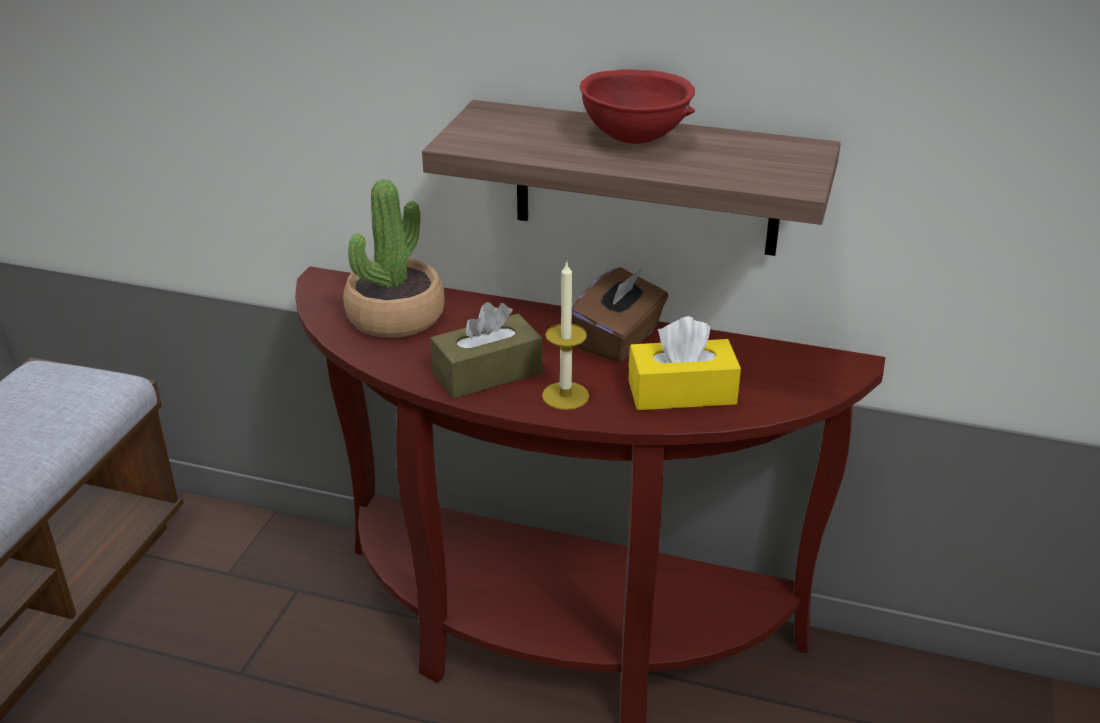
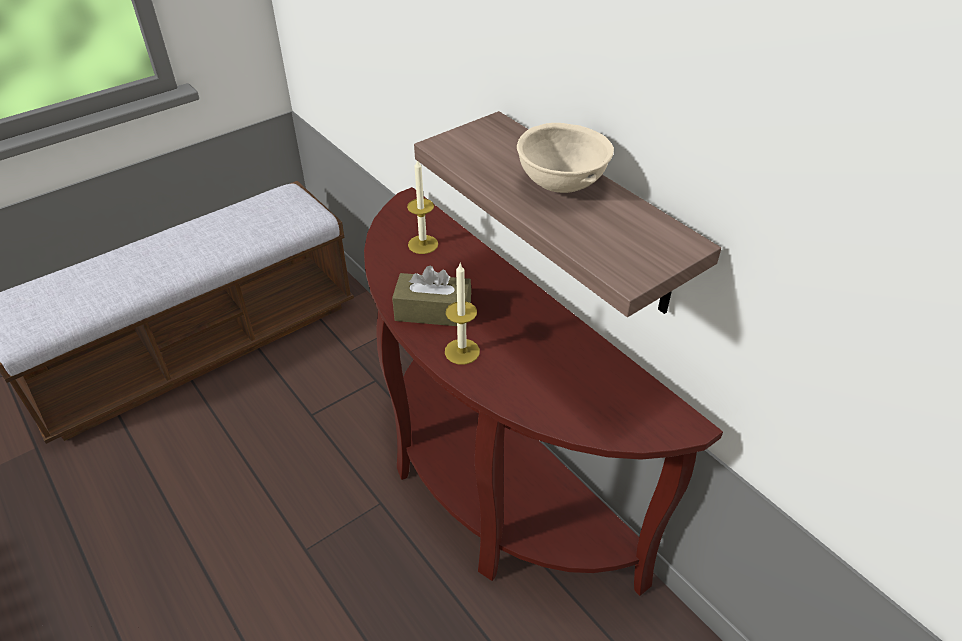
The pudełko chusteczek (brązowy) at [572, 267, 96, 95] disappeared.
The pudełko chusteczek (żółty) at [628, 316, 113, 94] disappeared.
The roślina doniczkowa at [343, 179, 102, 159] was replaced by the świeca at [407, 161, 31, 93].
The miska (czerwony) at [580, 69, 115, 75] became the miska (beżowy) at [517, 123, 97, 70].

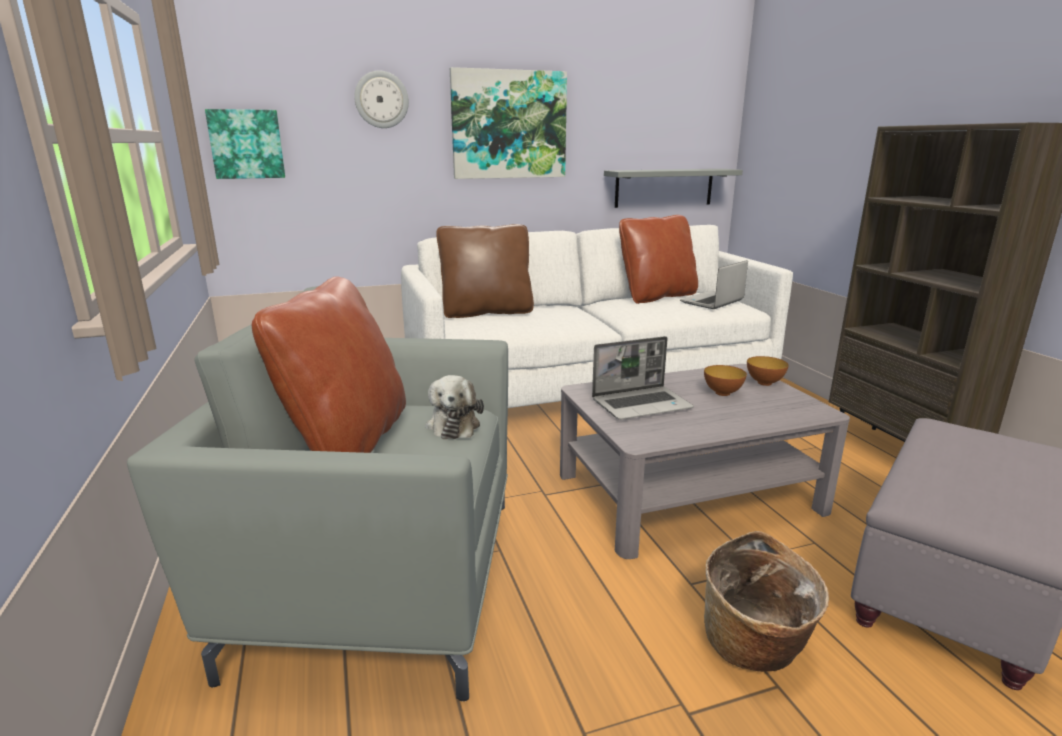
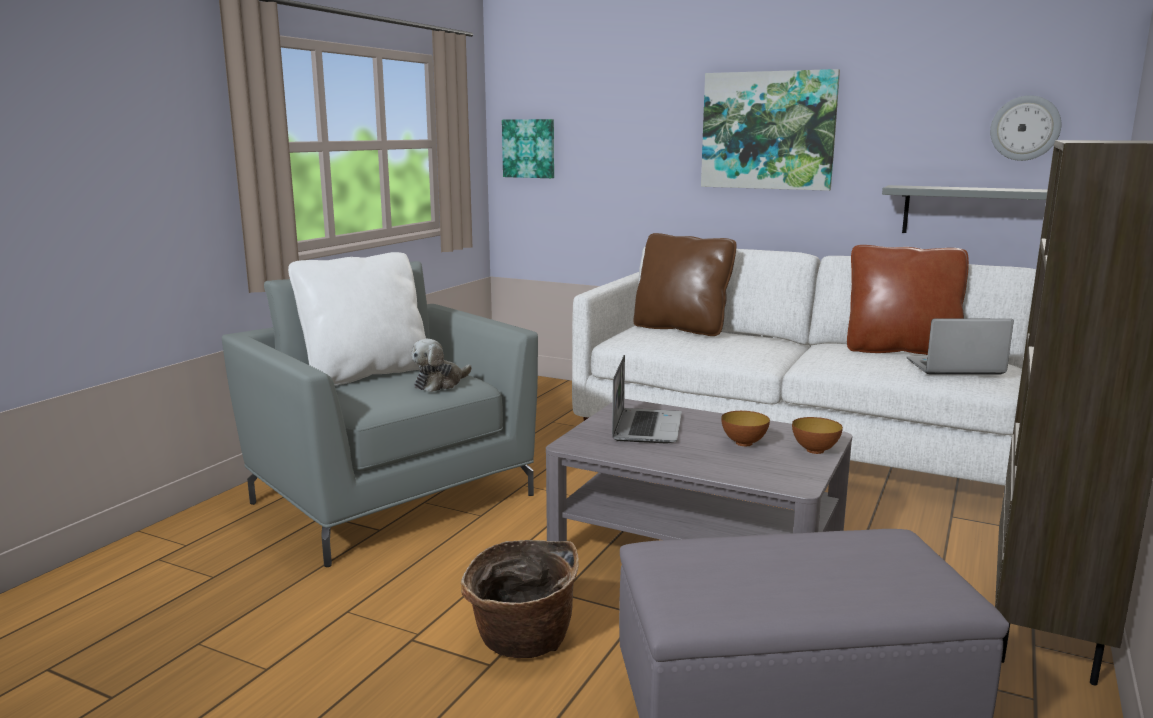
The zegar ścienny moved from [354, 70, 55, 58] to [990, 95, 71, 66].
The poduszka (brązowy) at [252, 277, 154, 176] became the poduszka (biały) at [288, 252, 138, 134].
The laptop at [592, 336, 102, 84] turned 105 degrees counterclockwise.

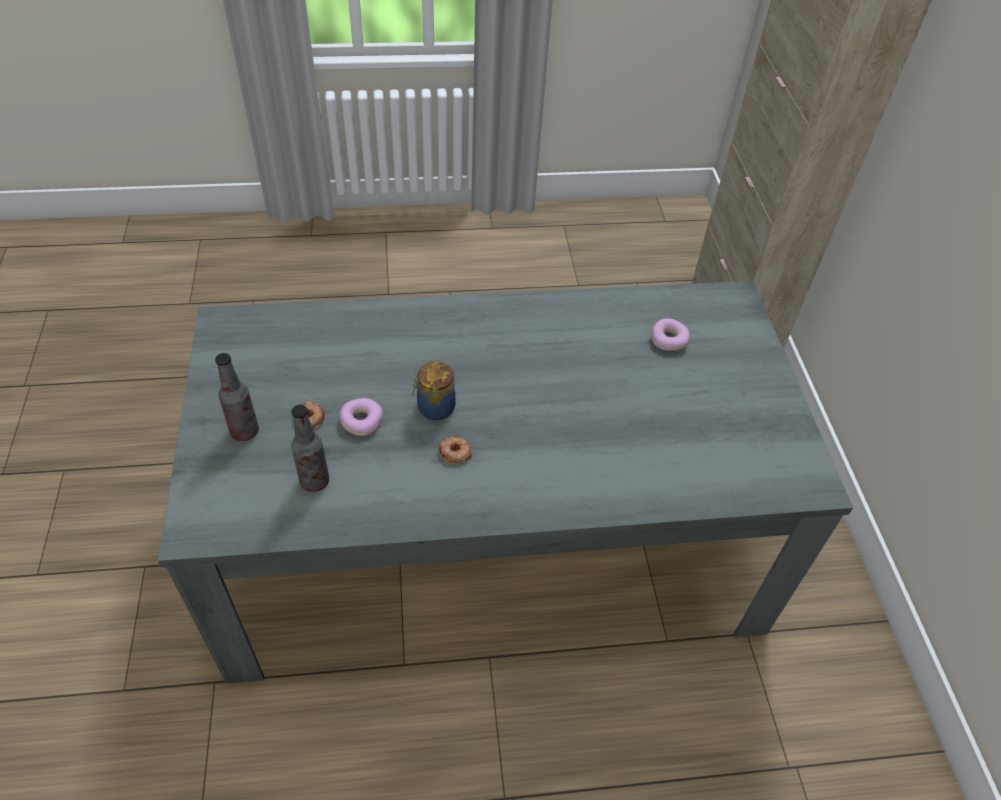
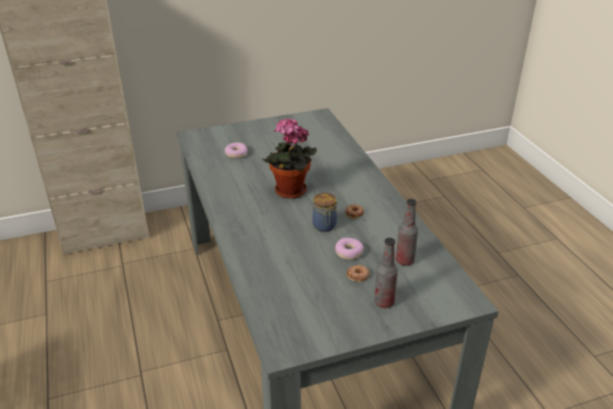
The roślina doniczkowa at [263, 118, 54, 81] appeared.

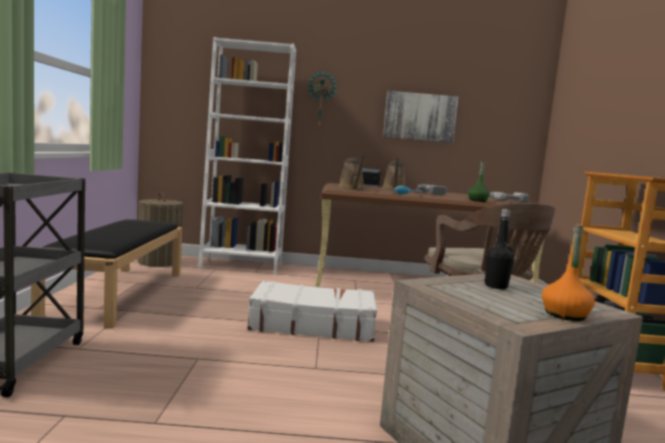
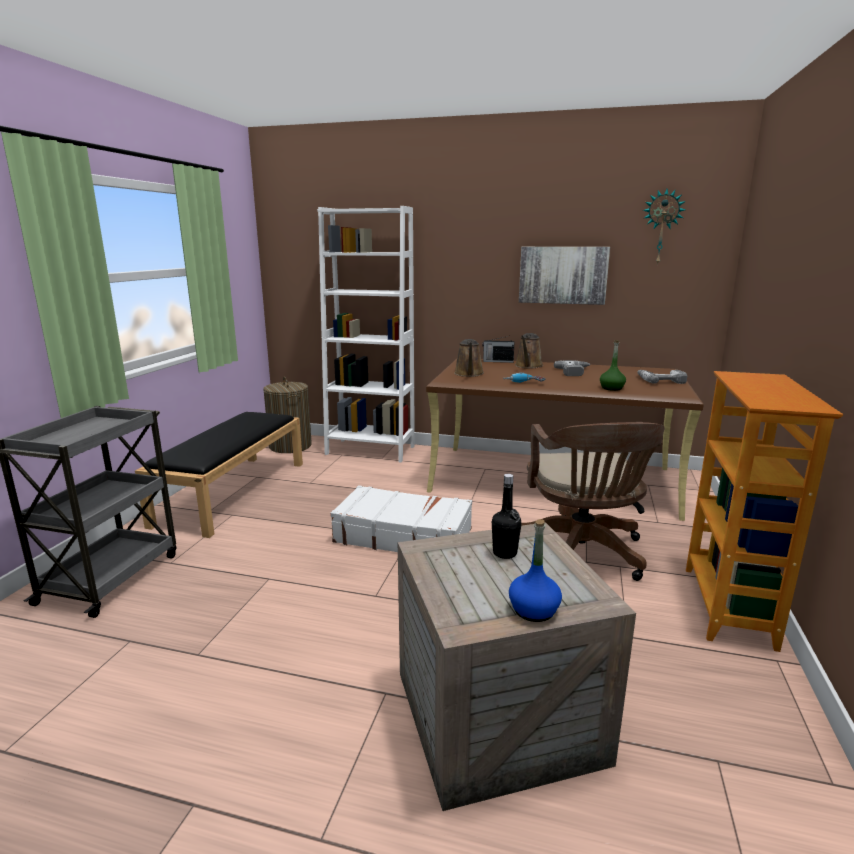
The zegar ścienny moved from [307, 70, 30, 57] to [643, 189, 43, 76].
The butelka (pomarańczowy) at [542, 224, 53, 97] became the butelka (niebieski) at [509, 519, 53, 103].

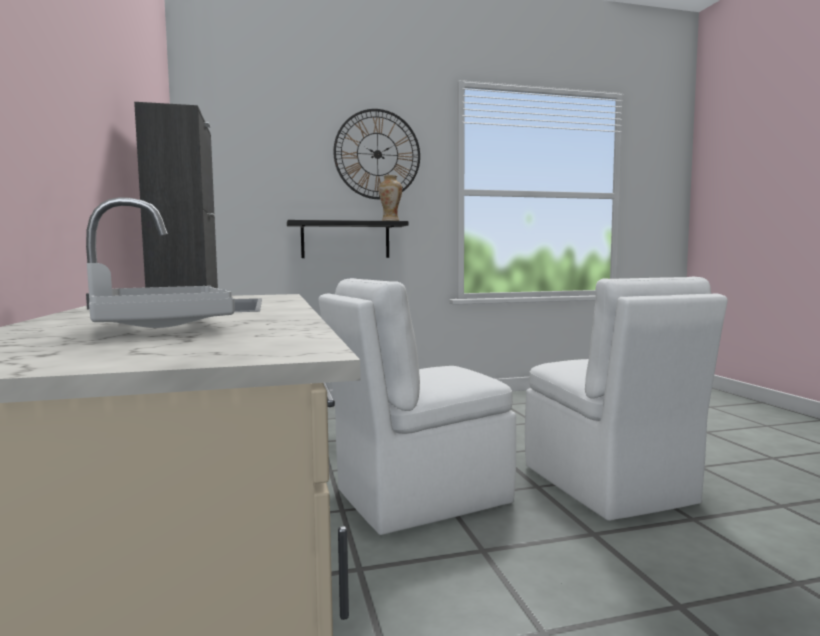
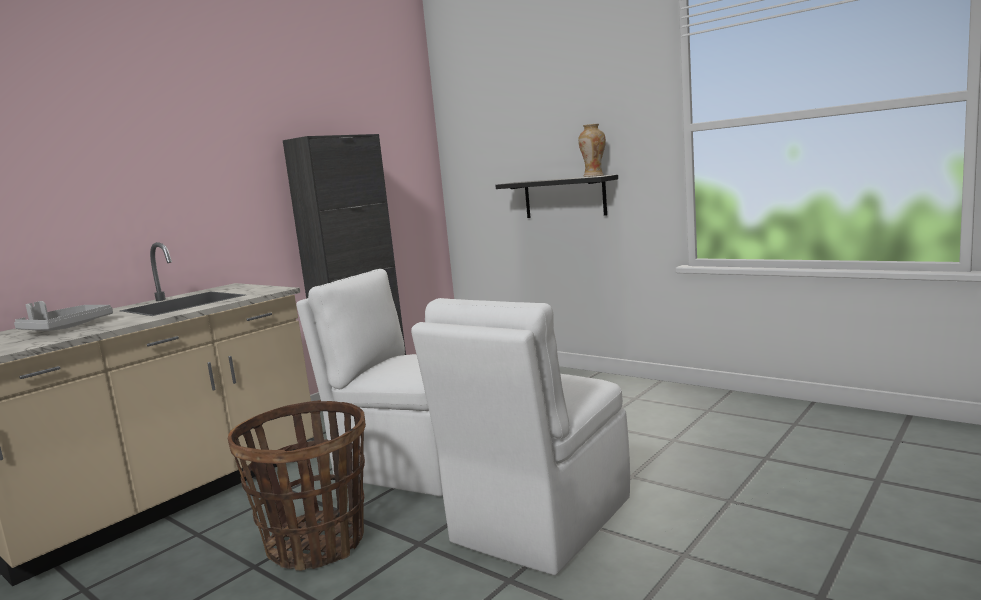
The zegar ścienny at [333, 109, 87, 90] disappeared.
The koszyk at [228, 400, 138, 171] appeared.

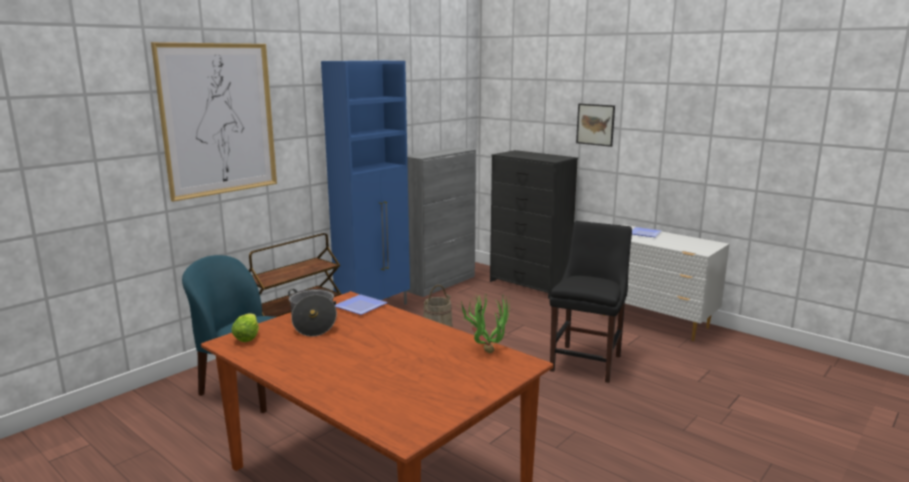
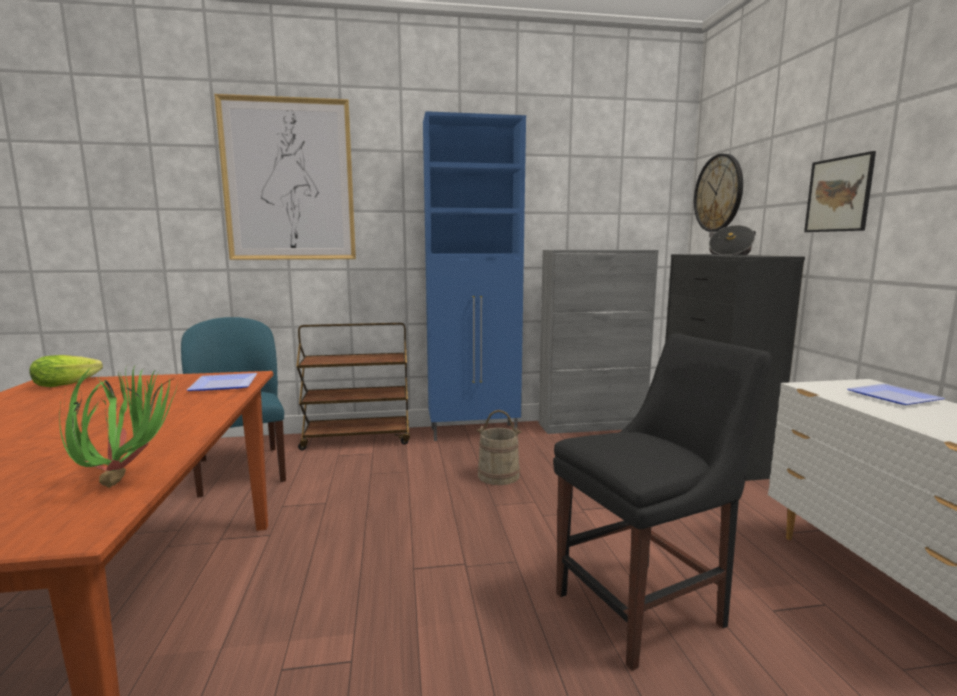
The zegar ścienny at [694, 154, 49, 78] appeared.
The garnek moved from [288, 289, 49, 48] to [709, 225, 47, 30].

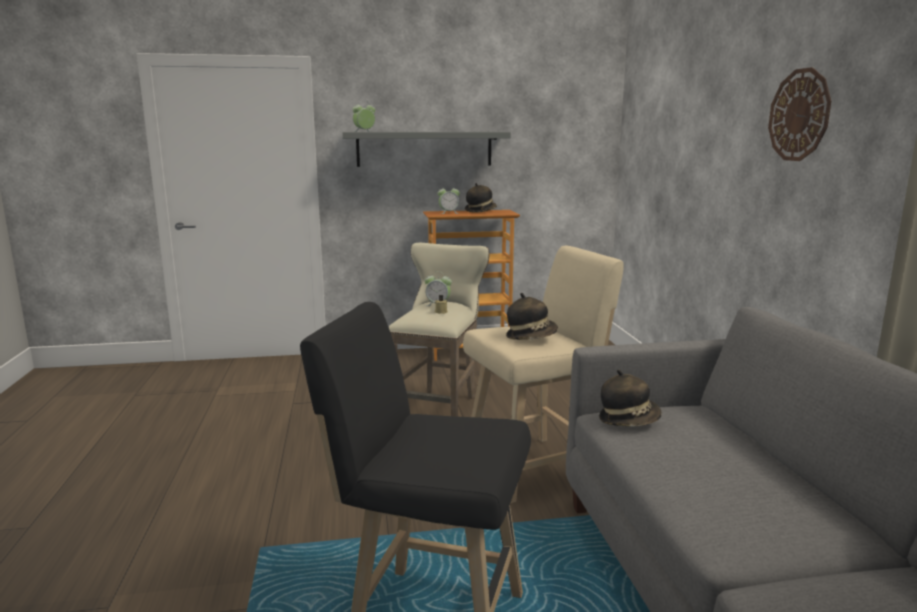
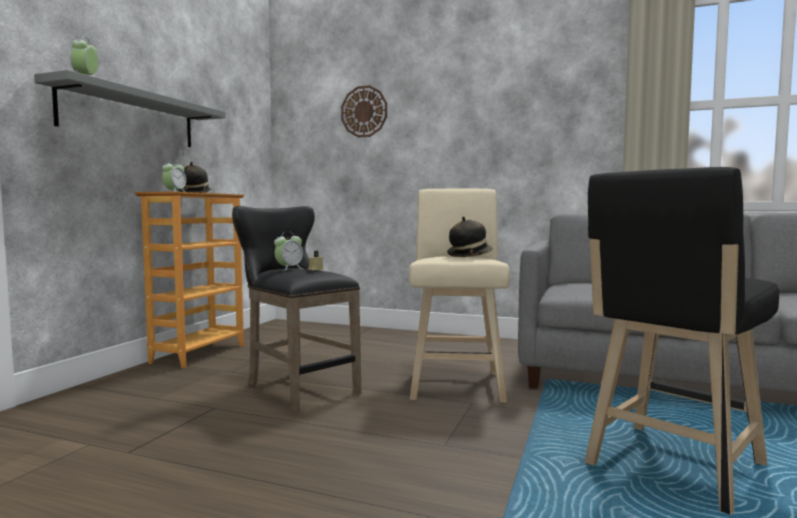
The kapelusz at [599, 370, 63, 57] disappeared.
The zegar ścienny moved from [768, 67, 63, 94] to [341, 85, 46, 53].
The stołek (beżowy) at [389, 243, 100, 174] became the stołek (czarny) at [232, 206, 129, 207].

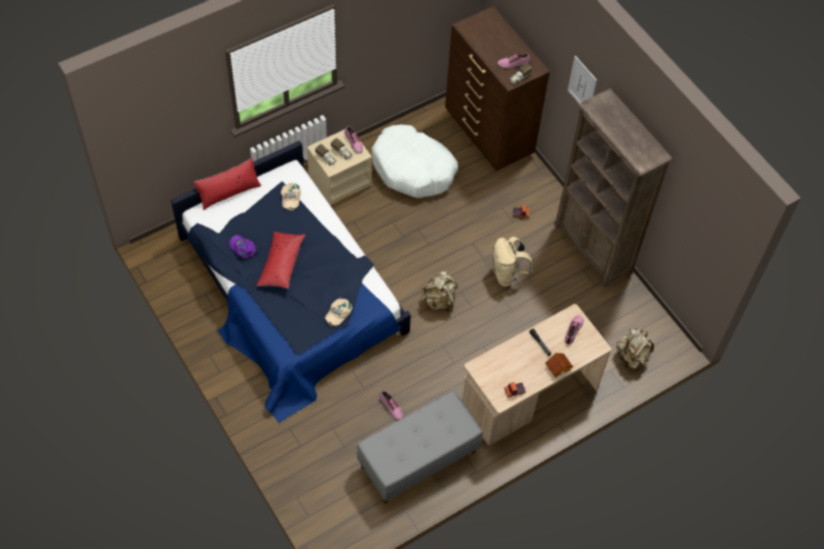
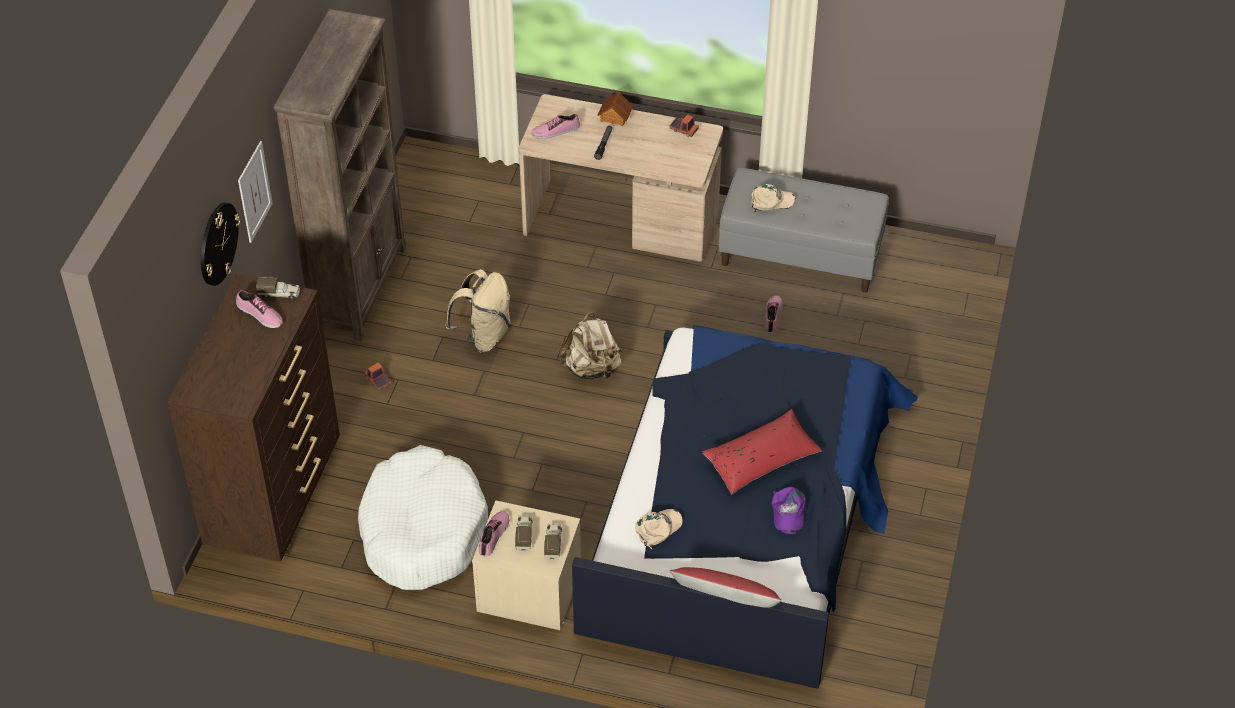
The plecak (beżowy) at [616, 328, 38, 41] disappeared.
The zegar ścienny at [201, 203, 40, 83] appeared.
The czapka z daszkiem (beżowy) moved from [325, 298, 27, 28] to [751, 184, 45, 28].

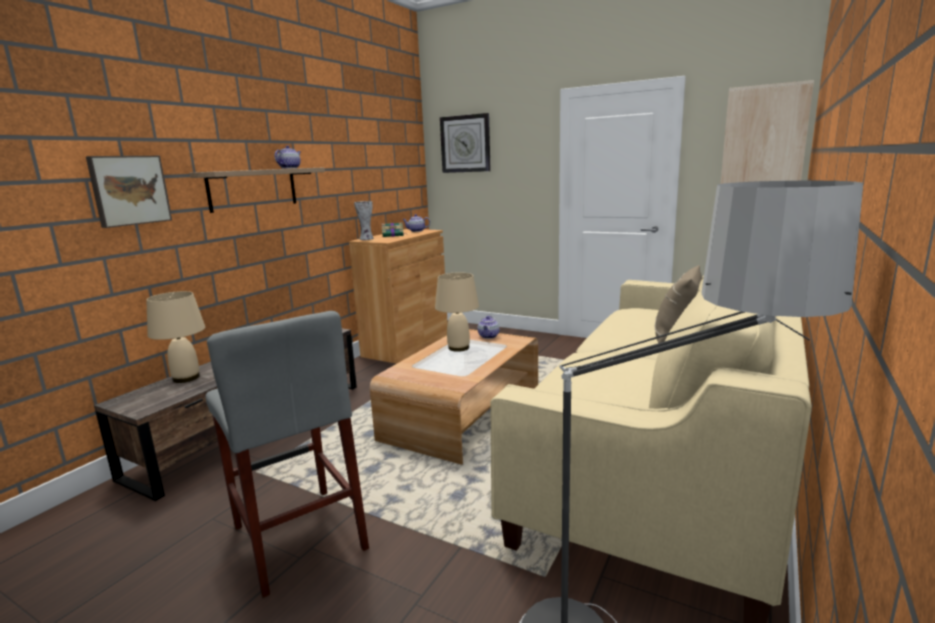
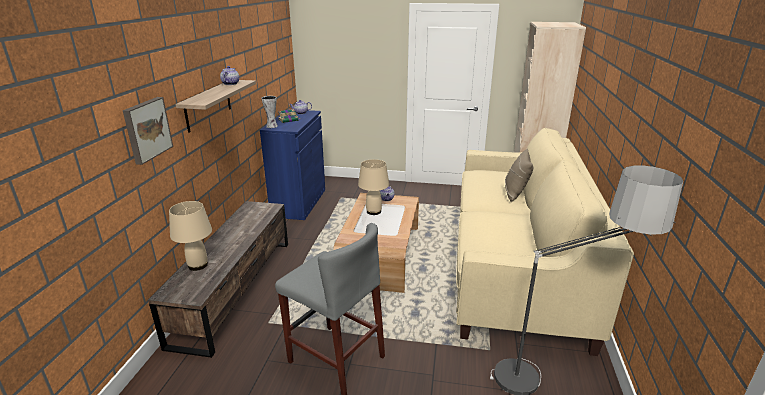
The zegar ścienny at [440, 113, 51, 60] disappeared.
The szafka (brązowy) at [349, 229, 99, 135] became the szafka (niebieski) at [260, 109, 65, 111].

